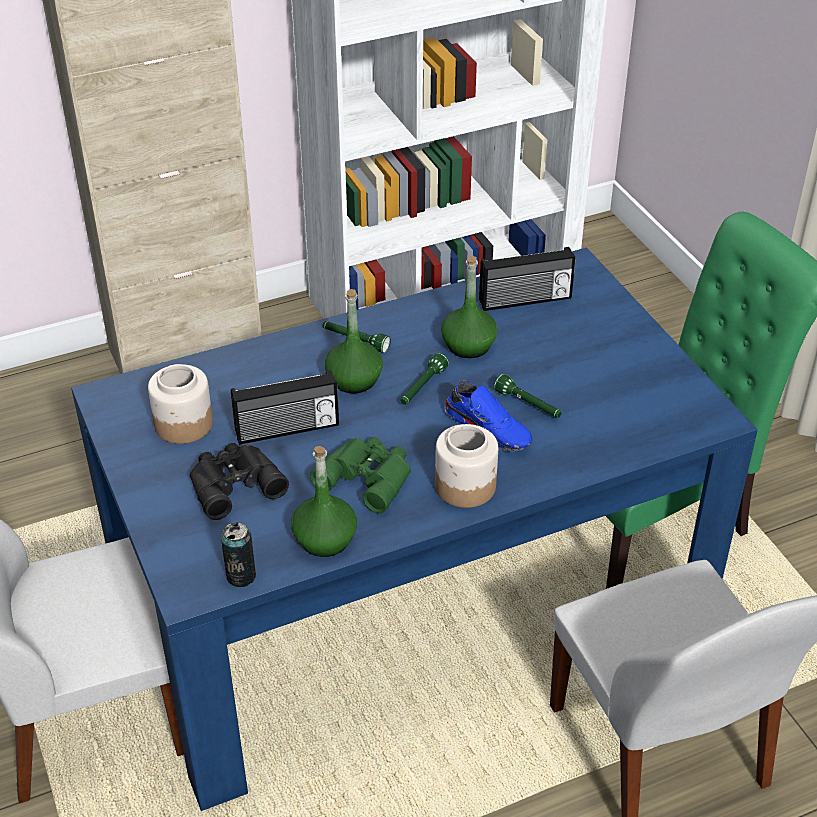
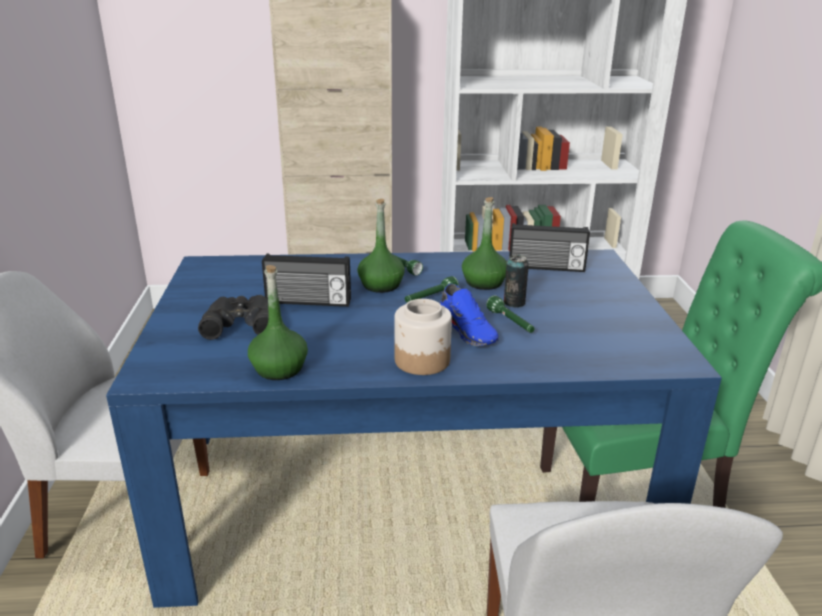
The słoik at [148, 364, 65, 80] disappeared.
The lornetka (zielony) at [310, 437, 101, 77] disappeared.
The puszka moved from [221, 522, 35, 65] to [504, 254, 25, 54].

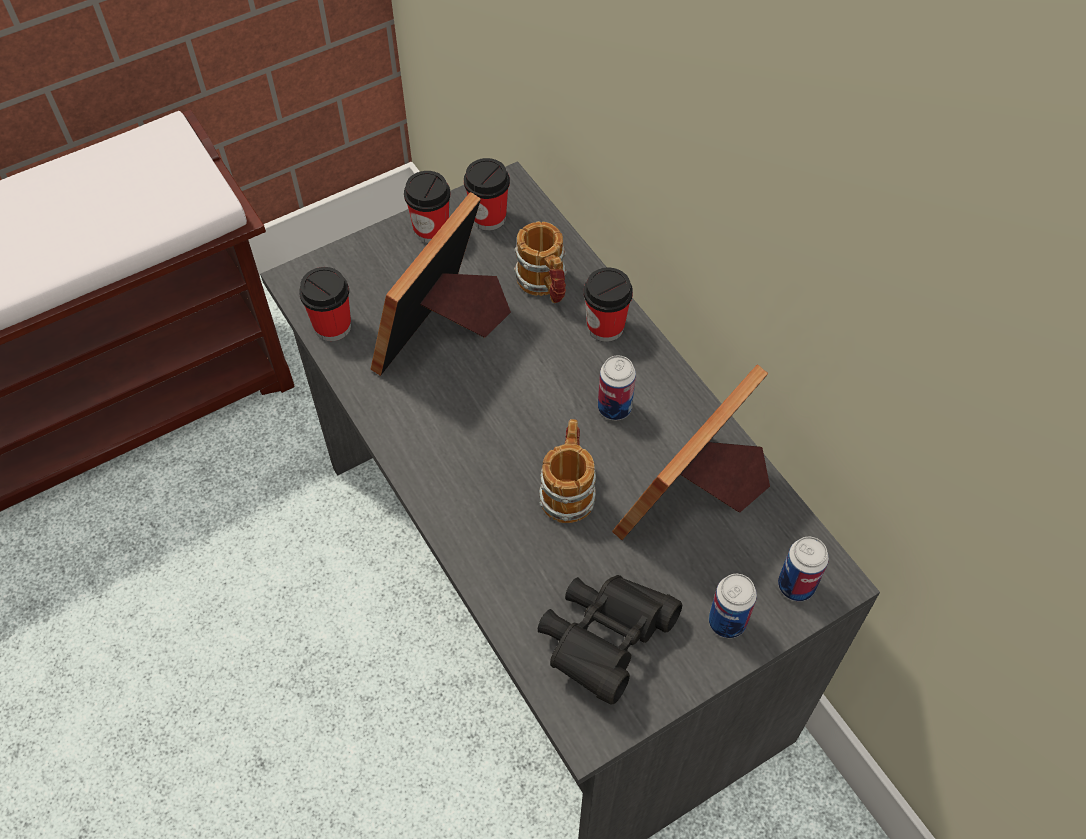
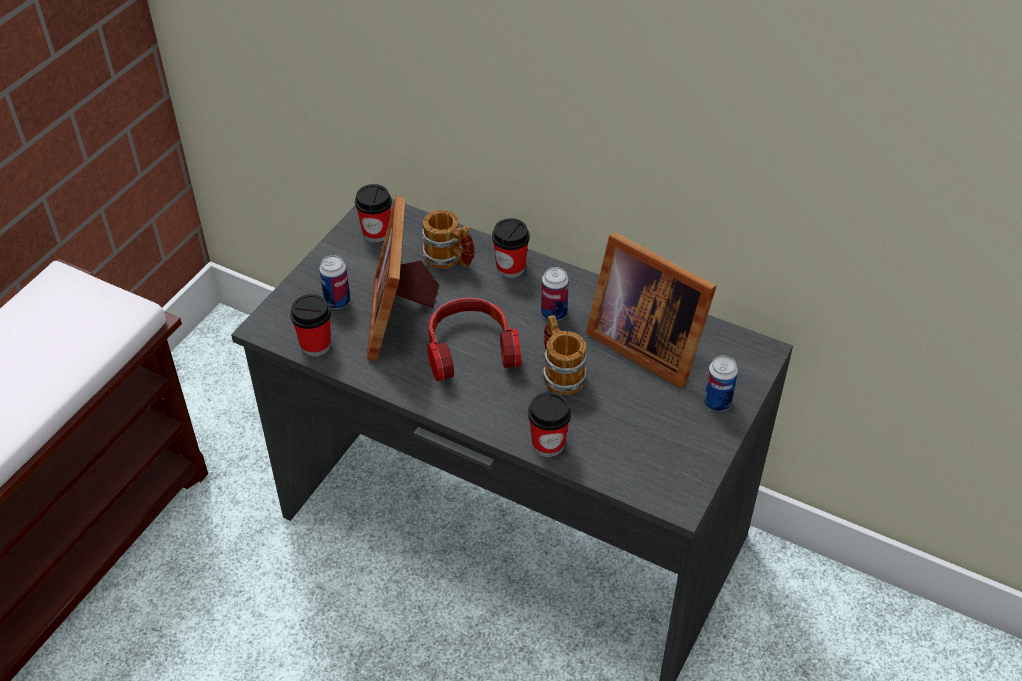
The lornetka (czarny) at [538, 575, 144, 129] disappeared.
The słuchawki at [427, 297, 94, 84] appeared.
The filiżanka moved from [404, 171, 47, 72] to [528, 392, 43, 65].
The puszka moved from [778, 537, 51, 64] to [319, 255, 31, 54].
The ramka na zdjęcie at [612, 365, 158, 175] turned 60 degrees counterclockwise.

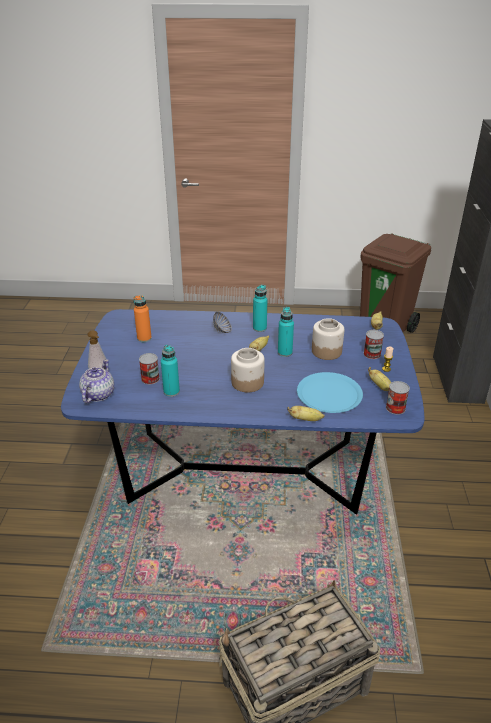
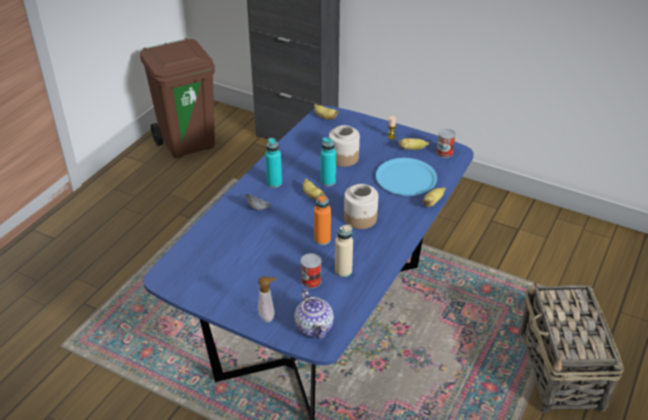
The puszka at [363, 330, 21, 29] disappeared.
The butelka (pomarańczowy) moved from [133, 295, 19, 47] to [314, 194, 17, 51].
The butelka (turkusowy) at [161, 345, 19, 52] became the butelka (beżowy) at [335, 225, 18, 52].
The imbryk at [79, 359, 35, 44] turned 150 degrees counterclockwise.

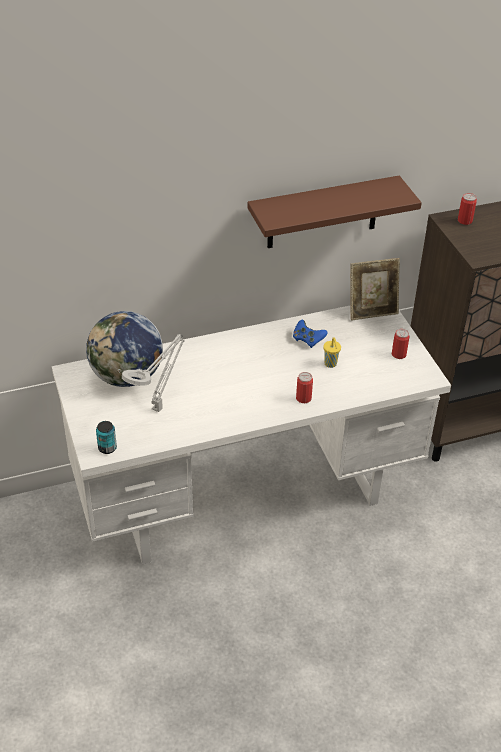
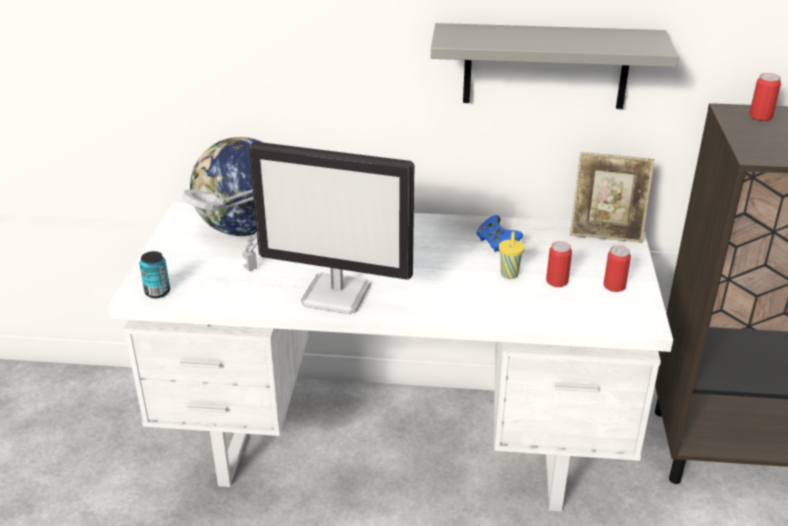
The monitor at [249, 141, 165, 173] appeared.
The puszka moved from [296, 372, 17, 31] to [546, 241, 26, 46].
The półka (brązowy) at [248, 176, 174, 72] became the półka (szary) at [431, 23, 248, 86].

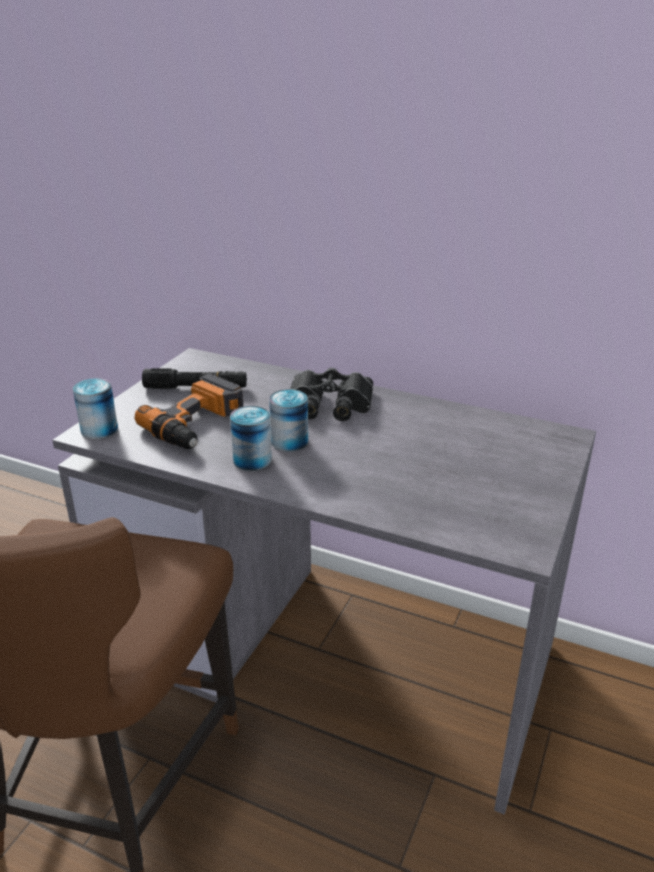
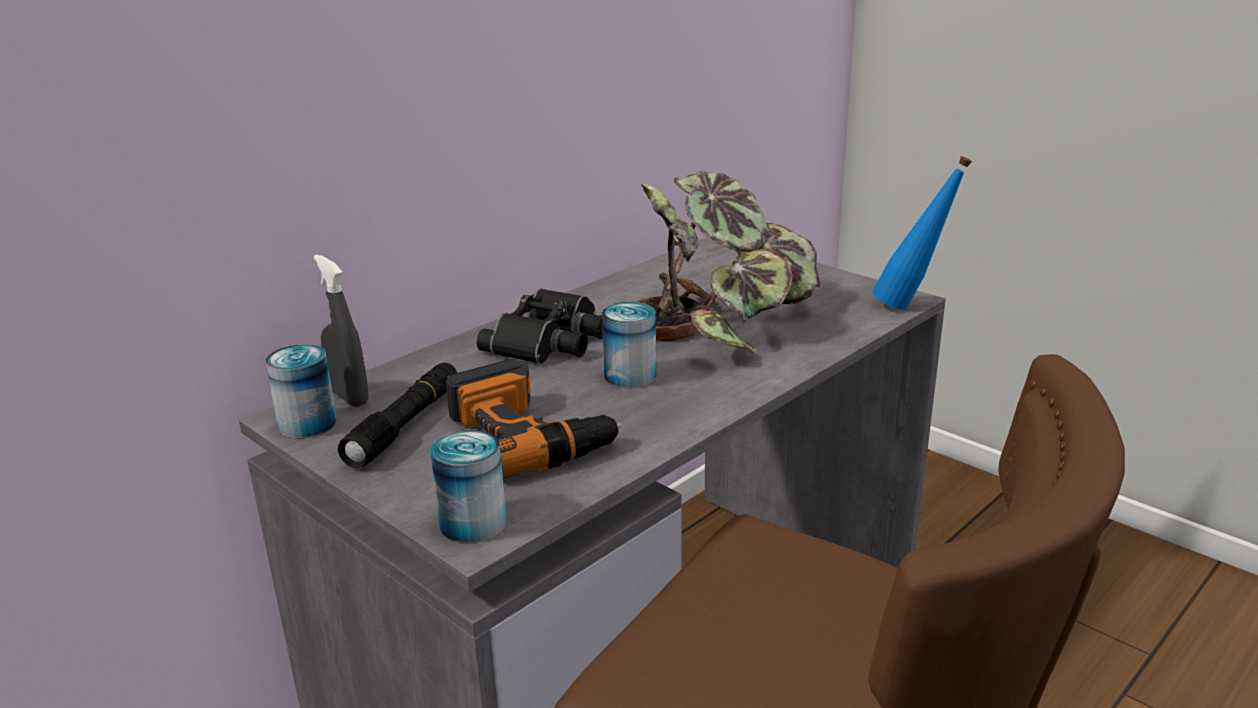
The spryskiwacz (szary) at [314, 255, 54, 152] appeared.
The roślina doniczkowa at [636, 170, 184, 183] appeared.
The butelka (niebieski) at [872, 156, 100, 154] appeared.
The puszka moved from [230, 406, 42, 65] to [266, 344, 71, 94].

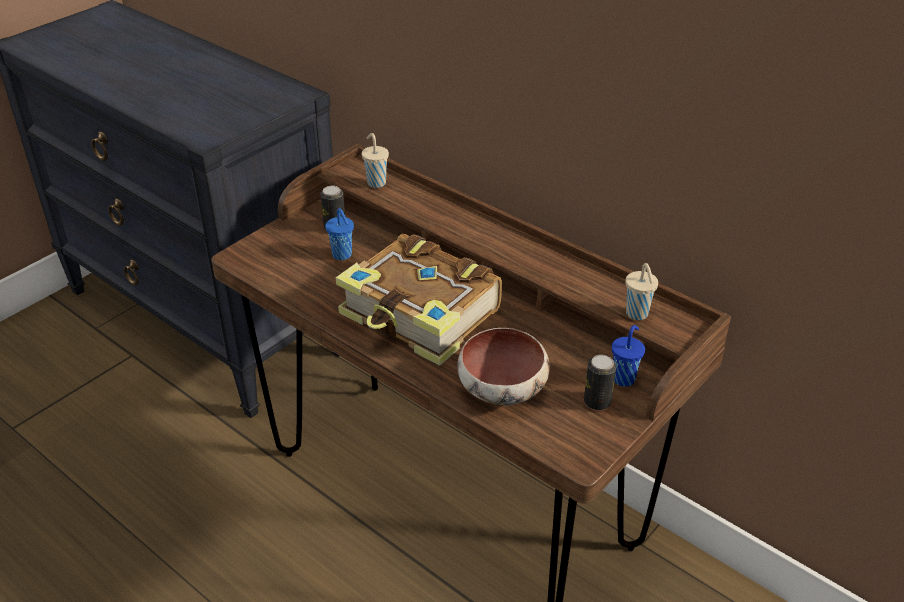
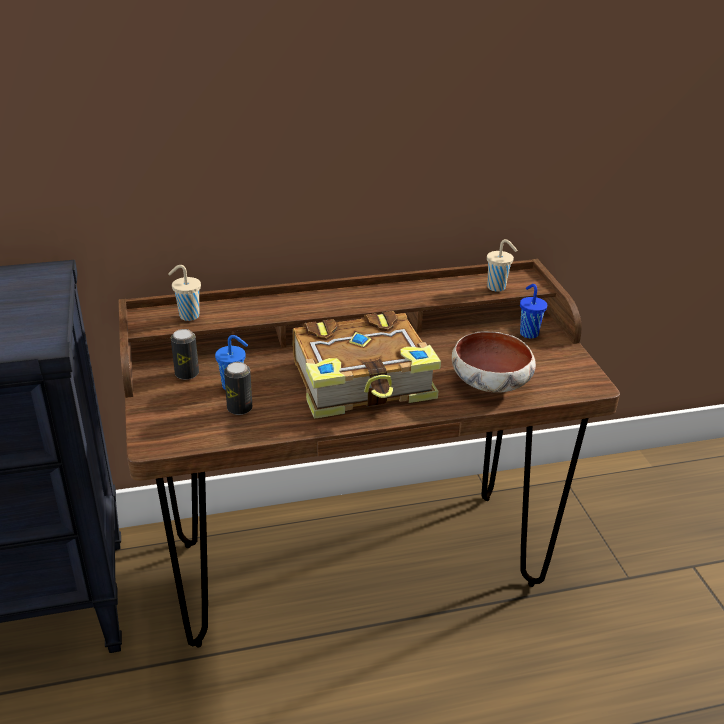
The puszka moved from [584, 355, 32, 55] to [224, 362, 28, 53].

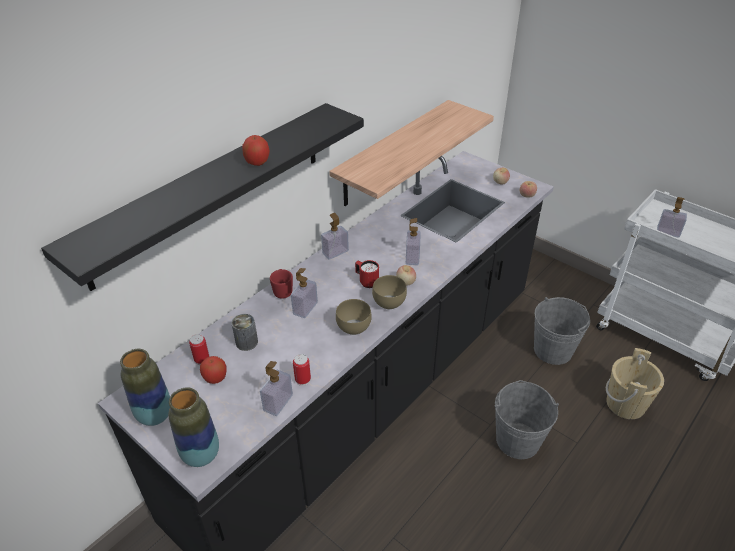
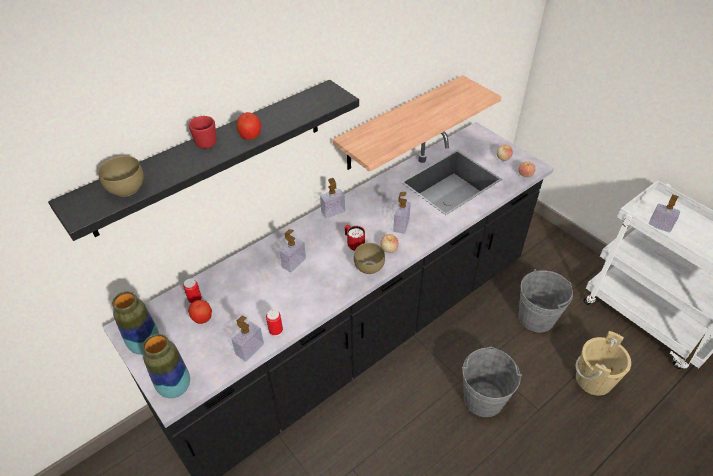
The puszka at [232, 314, 26, 37] disappeared.
The kubek (czerwony) moved from [270, 269, 23, 30] to [189, 116, 28, 33].
The miska (brązowy) moved from [336, 299, 36, 36] to [98, 156, 46, 41].

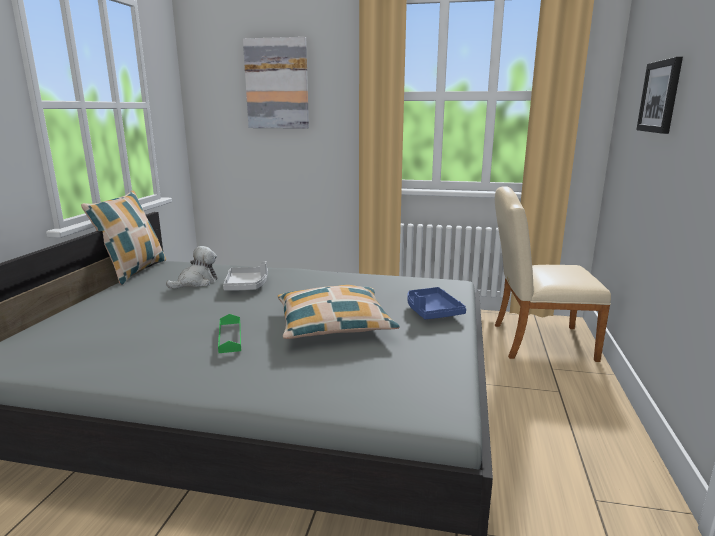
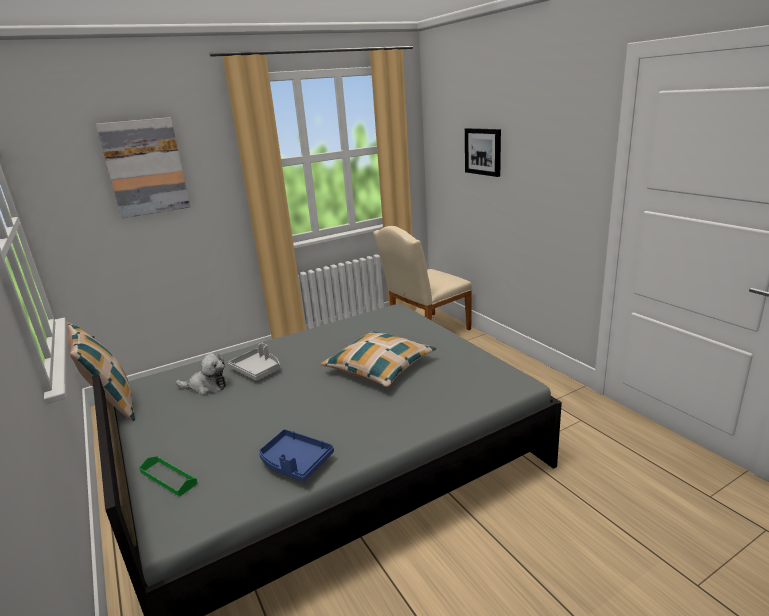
The taca (zielony) moved from [218, 314, 23, 39] to [139, 456, 59, 41].
The taca (niebieski) moved from [407, 287, 59, 32] to [259, 429, 75, 53].
The pluszak at [166, 246, 51, 43] turned 90 degrees clockwise.

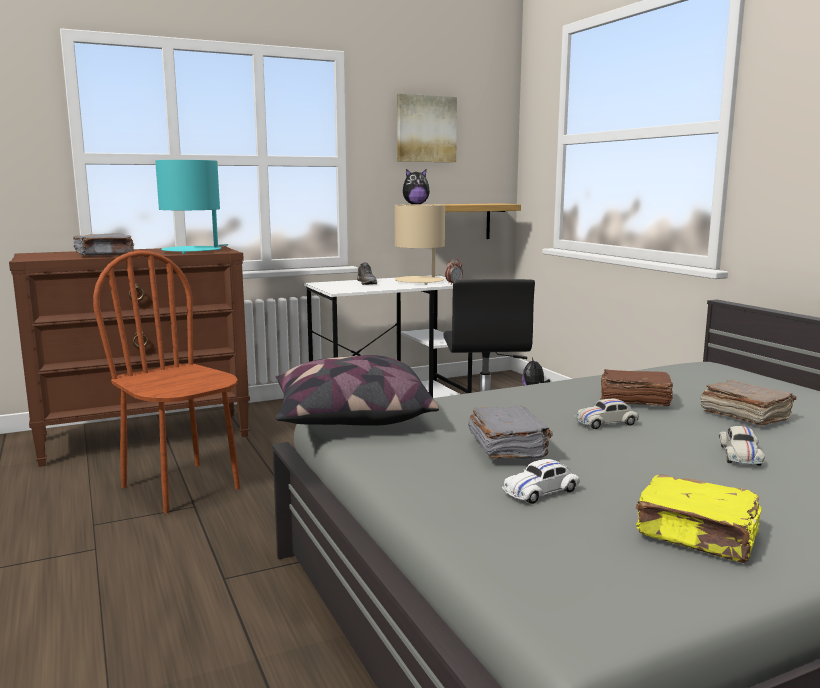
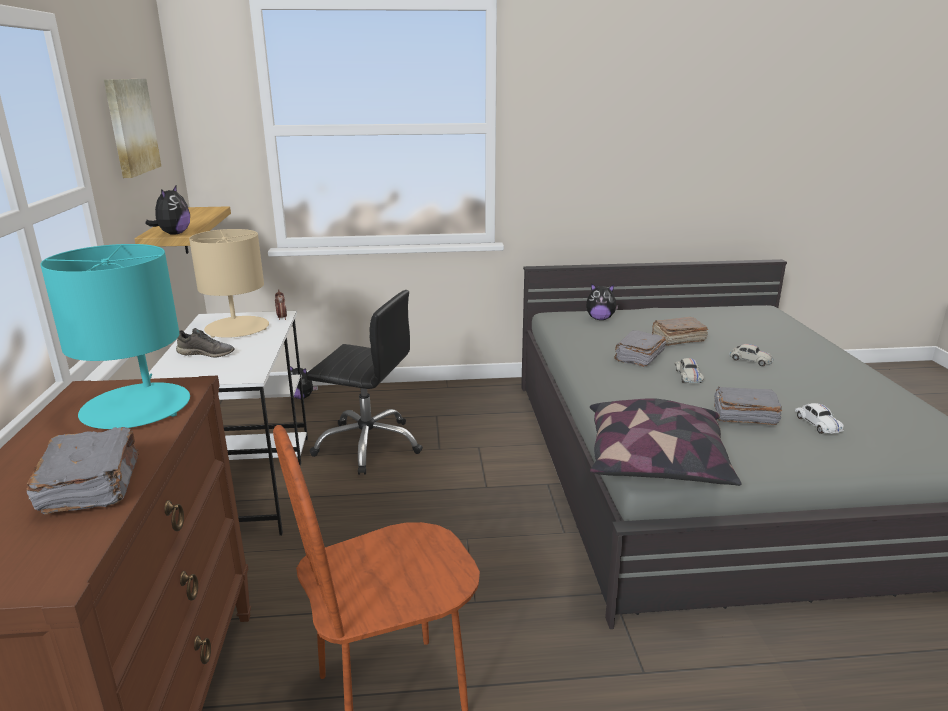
The książka (żółty) at [635, 474, 127, 89] disappeared.
The pluszak at [586, 283, 33, 37] appeared.
The książka (brązowy) at [600, 369, 73, 37] became the książka (szary) at [614, 330, 52, 37].

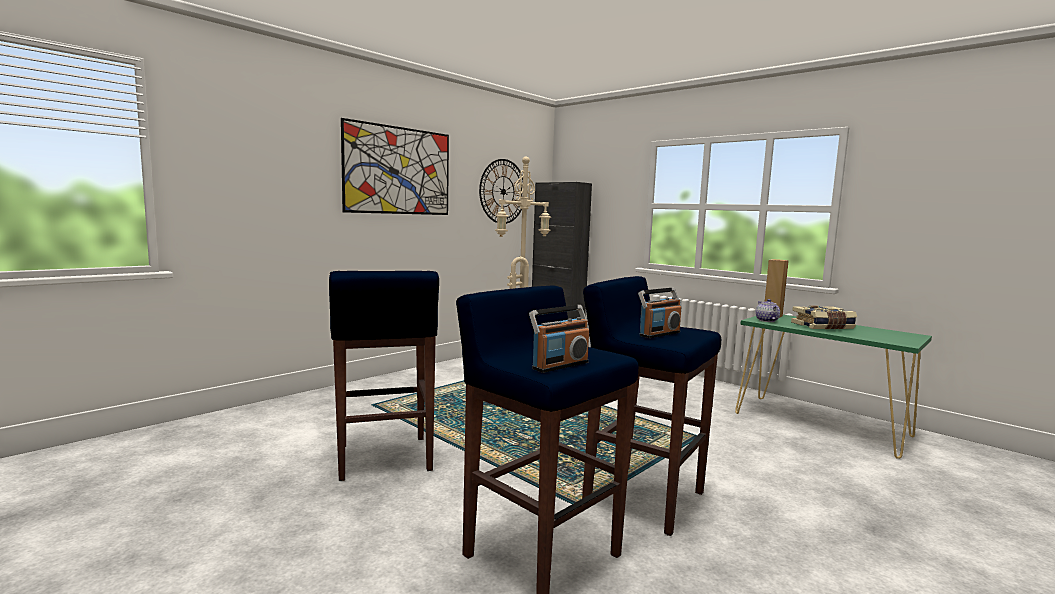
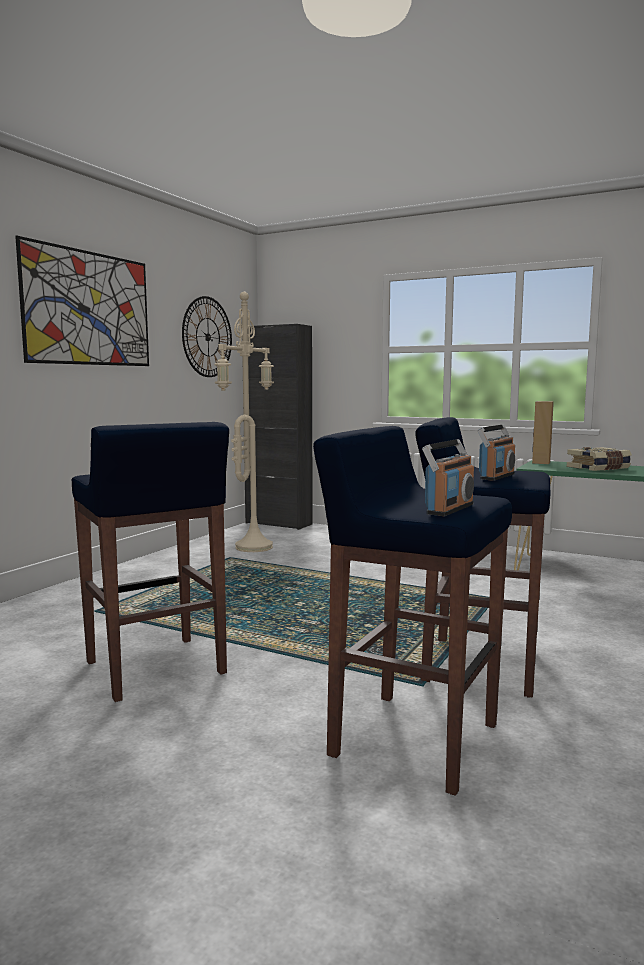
The imbryk at [756, 299, 24, 23] disappeared.

